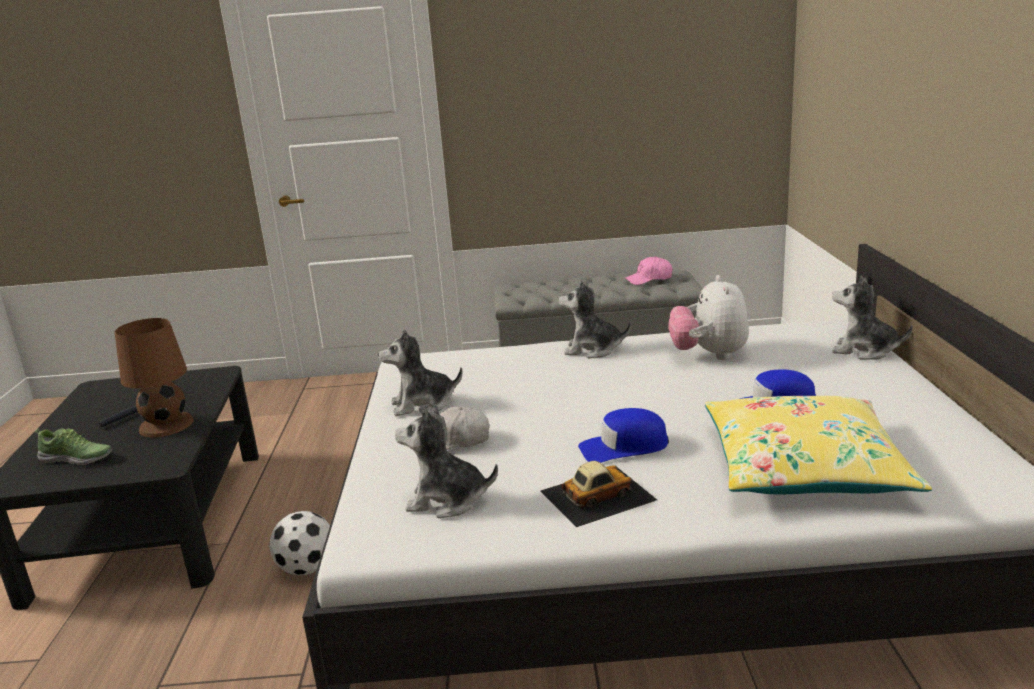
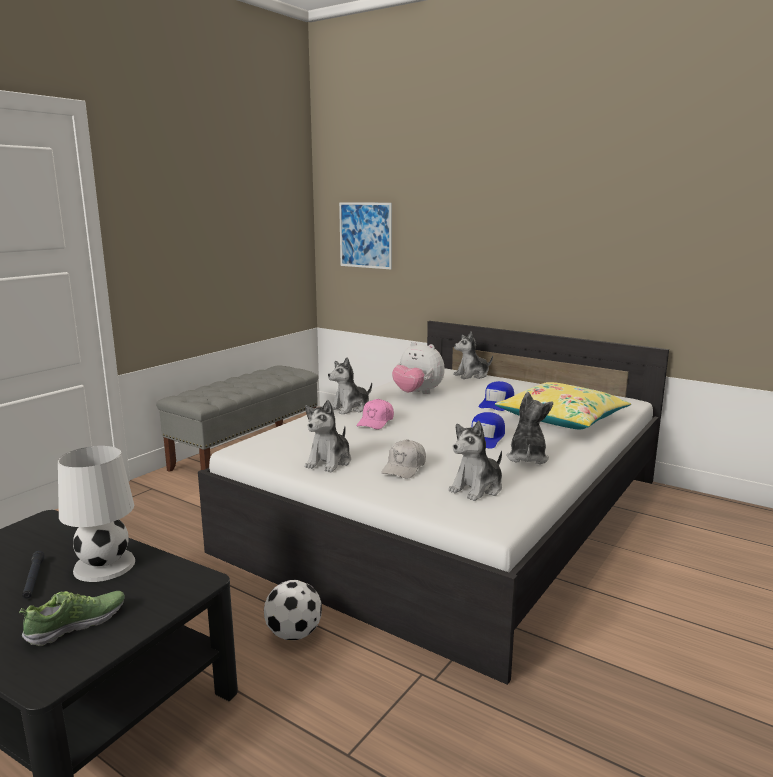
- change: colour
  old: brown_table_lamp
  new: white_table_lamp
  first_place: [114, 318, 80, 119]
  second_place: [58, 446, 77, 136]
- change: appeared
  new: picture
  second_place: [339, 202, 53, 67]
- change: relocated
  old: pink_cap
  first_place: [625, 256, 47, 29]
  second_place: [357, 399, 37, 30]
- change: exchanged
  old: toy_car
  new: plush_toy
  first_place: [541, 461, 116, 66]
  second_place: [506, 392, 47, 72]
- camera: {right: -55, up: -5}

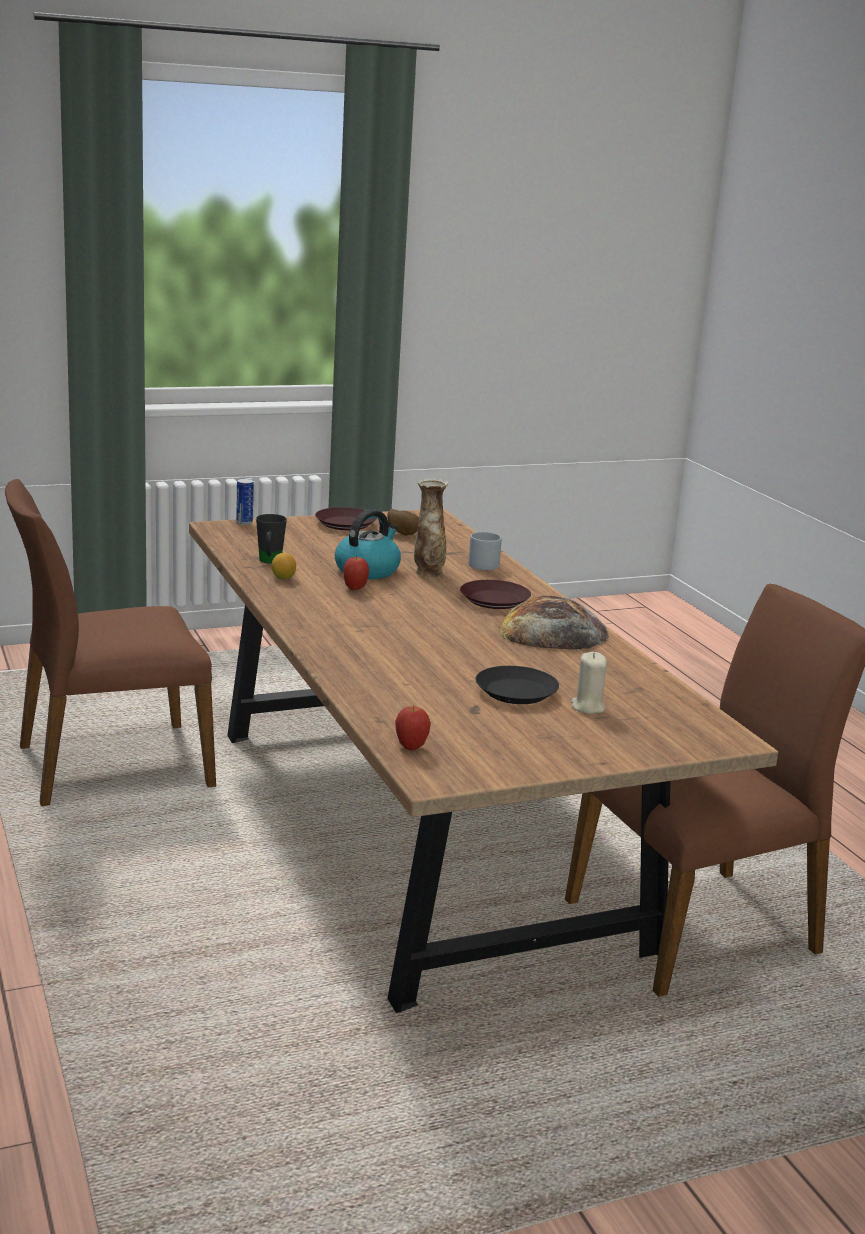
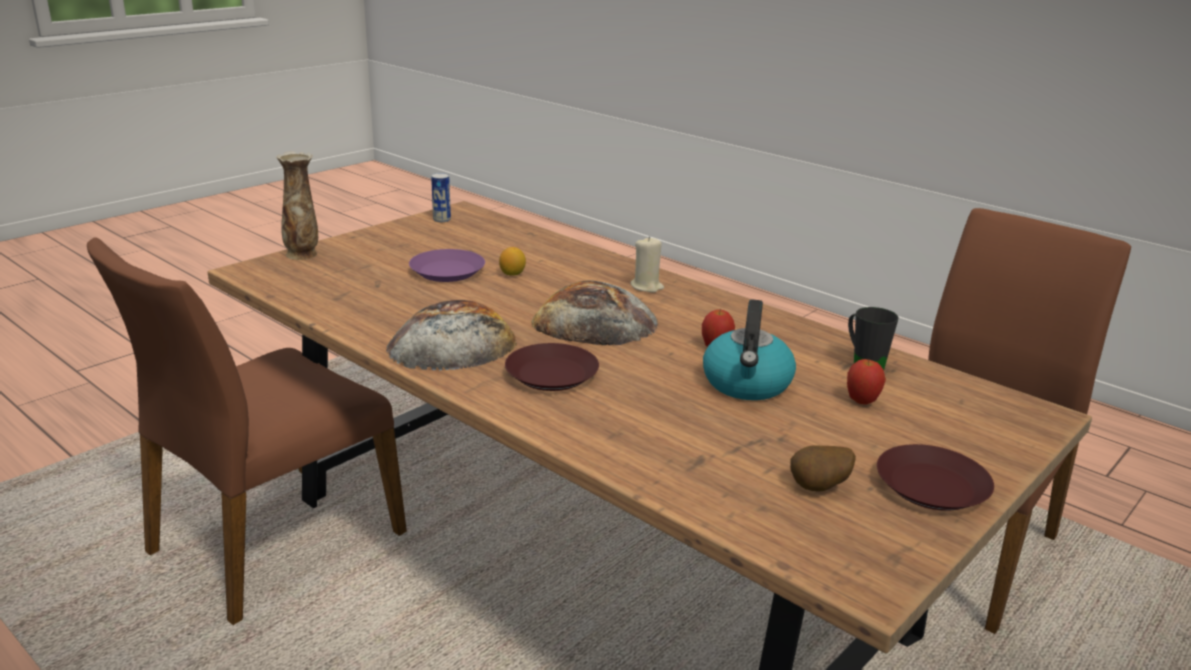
- change: relocated
  old: vase
  first_place: [414, 478, 35, 99]
  second_place: [276, 151, 42, 109]
- change: colour
  old: black_plate
  new: purple_plate
  first_place: [476, 666, 83, 38]
  second_place: [409, 249, 76, 33]
- change: relocated
  old: can
  first_place: [236, 478, 18, 47]
  second_place: [431, 173, 20, 49]
- change: relocated
  old: lemon
  first_place: [272, 553, 24, 27]
  second_place: [499, 247, 27, 28]
- change: appeared
  new: bread
  second_place: [531, 280, 127, 65]
- change: relocated
  old: beige_candle
  first_place: [571, 652, 36, 62]
  second_place: [631, 236, 33, 57]
- change: relocated
  old: apple
  first_place: [395, 706, 36, 44]
  second_place: [847, 359, 39, 46]
- change: missing
  old: grey_mug
  first_place: [468, 532, 34, 38]
- camera: {right: 155, up: 5}

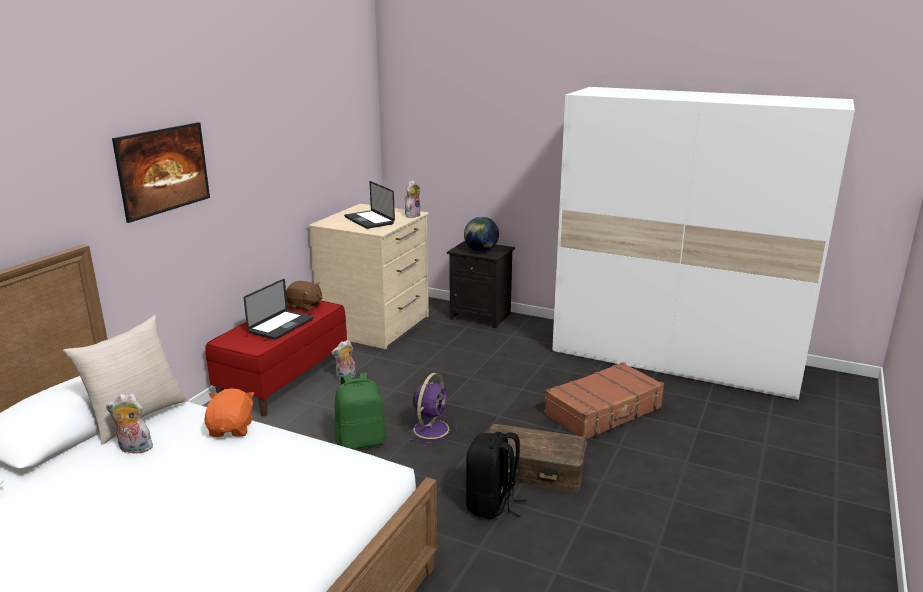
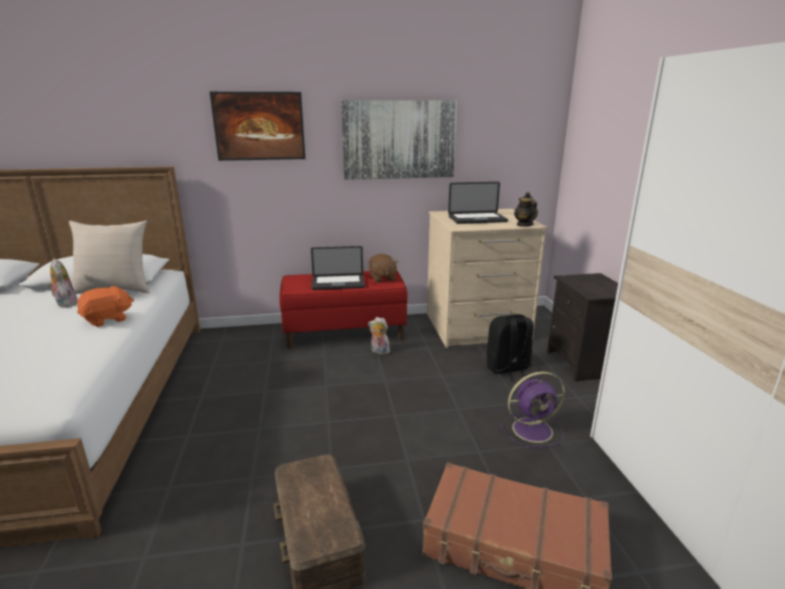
- change: appeared
  new: picture
  second_place: [341, 100, 116, 80]
- change: spun
  old: laptop
  first_place: [344, 181, 51, 48]
  second_place: [448, 182, 60, 42]
  degrees: -120
- change: relocated
  old: black_backpack
  first_place: [466, 432, 61, 87]
  second_place: [487, 314, 47, 68]
- change: relocated
  old: purple_fan
  first_place: [407, 373, 51, 70]
  second_place: [500, 371, 65, 78]
- change: exchanged
  old: plush_toy
  new: teapot
  first_place: [405, 180, 15, 38]
  second_place: [514, 192, 24, 35]
- change: missing
  old: green_backpack
  first_place: [334, 373, 53, 76]
- change: missing
  old: globe
  first_place: [464, 217, 35, 35]
- camera: {right: 55, up: 0}

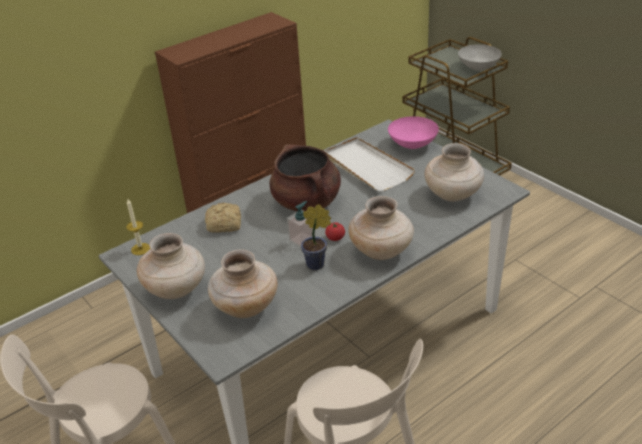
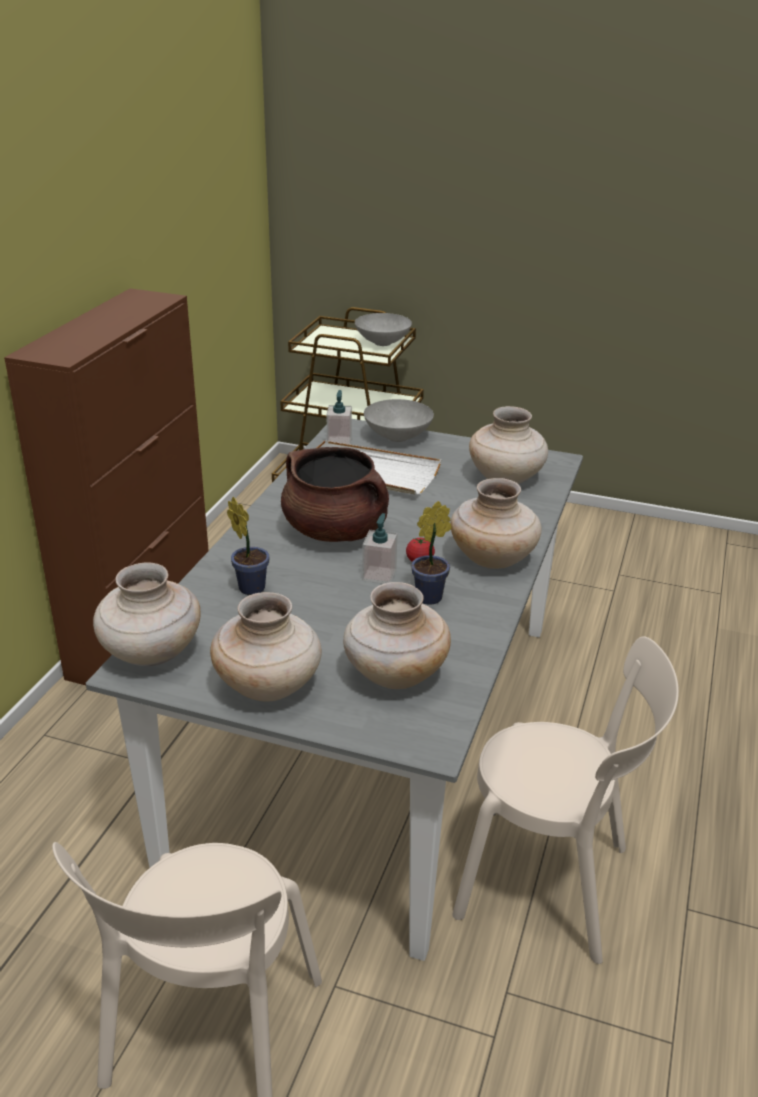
- change: exchanged
  old: candle
  new: beige_vase
  first_place: [126, 199, 24, 56]
  second_place: [93, 562, 107, 104]
- change: exchanged
  old: bread
  new: potted_plant
  first_place: [205, 203, 36, 30]
  second_place: [227, 497, 43, 98]
- change: appeared
  new: soap_dispenser
  second_place: [327, 390, 25, 55]
- change: colour
  old: pink_bowl
  new: grey_bowl
  first_place: [388, 116, 51, 33]
  second_place: [364, 399, 70, 43]
- camera: {right: -35, up: -5}

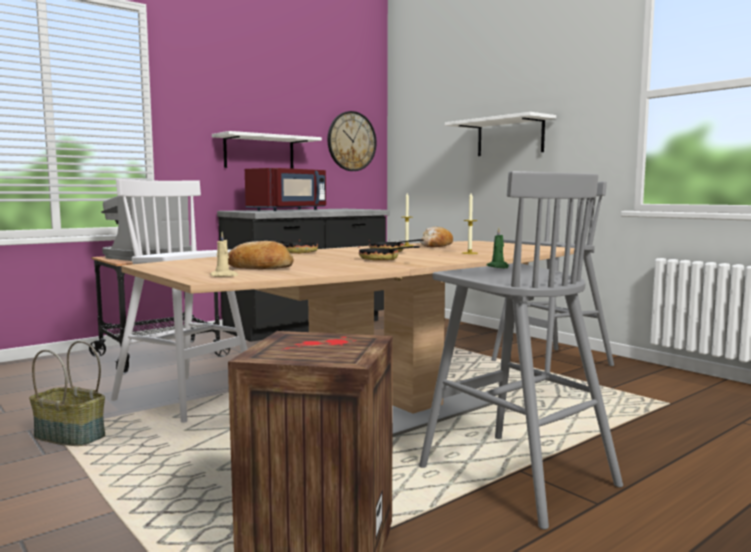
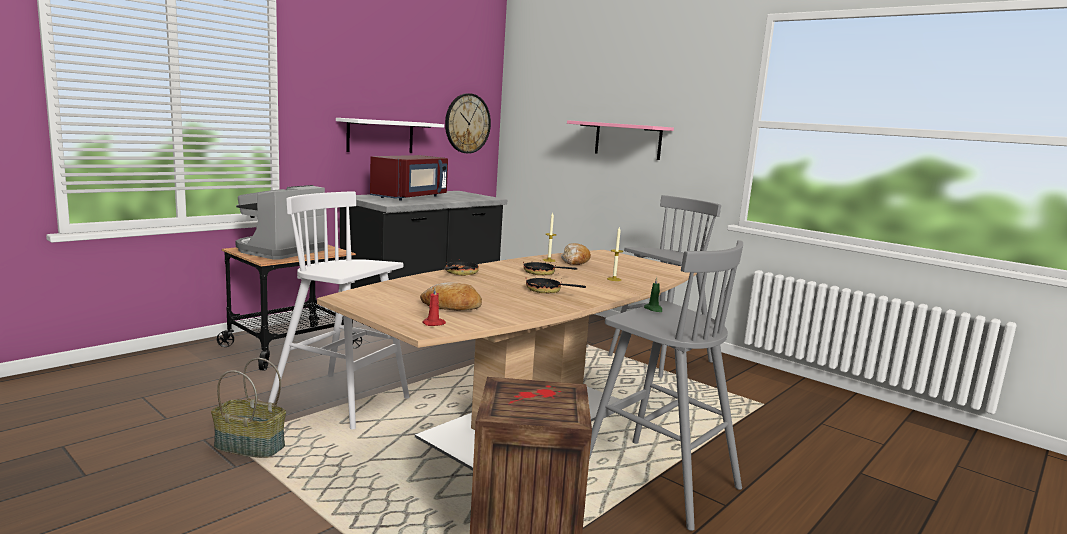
- change: colour
  old: beige_candle
  new: red_candle
  first_place: [210, 232, 28, 45]
  second_place: [422, 287, 24, 39]
- change: colour
  old: white_shelf
  new: pink_shelf
  first_place: [445, 112, 111, 44]
  second_place: [567, 120, 107, 40]
- camera: {right: -10, up: 5}

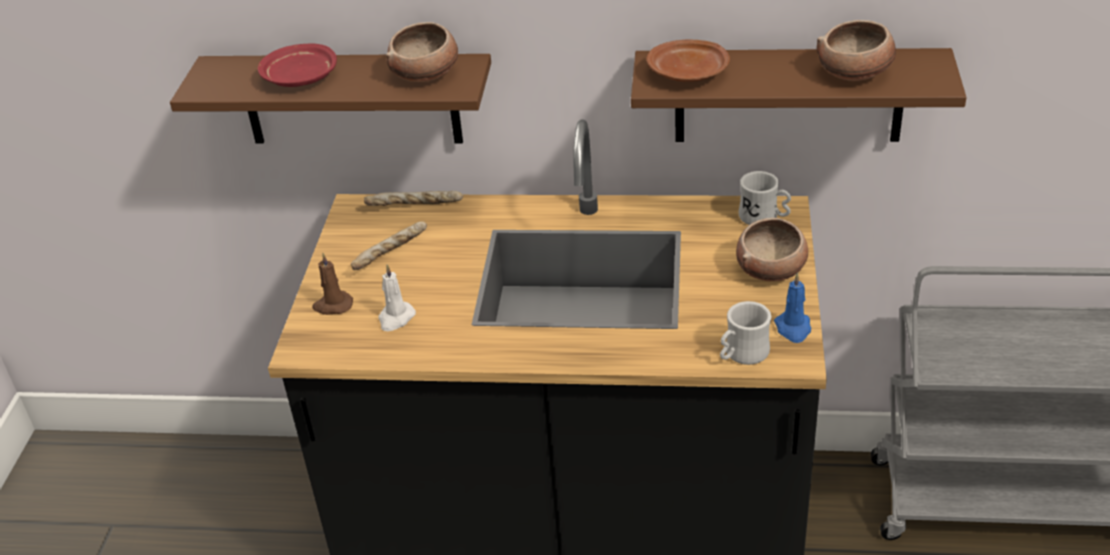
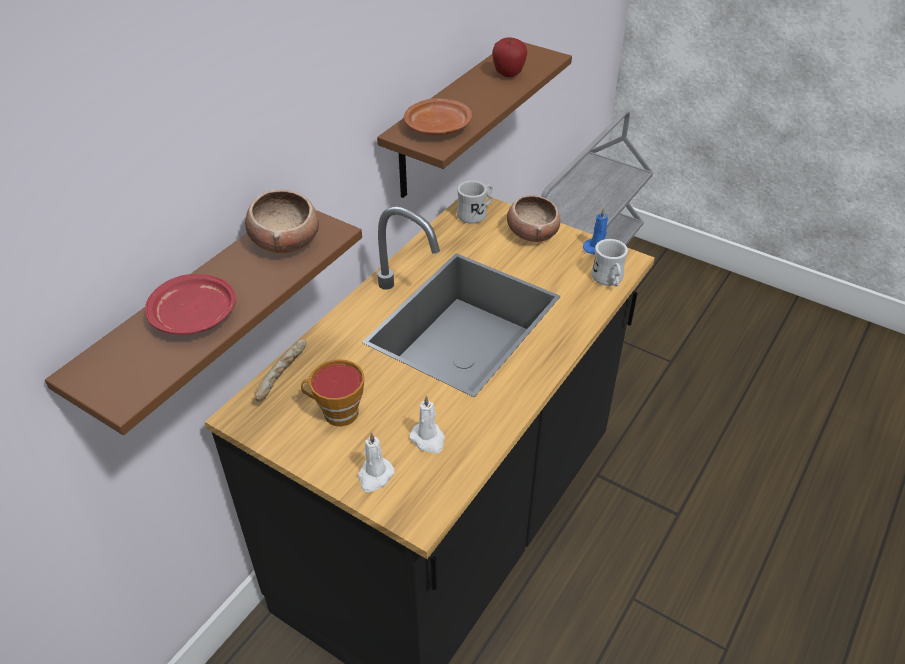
- change: exchanged
  old: bread
  new: cup
  first_place: [351, 221, 76, 49]
  second_place: [301, 359, 63, 67]
- change: colour
  old: brown_candle
  new: white_candle
  first_place: [312, 253, 41, 62]
  second_place: [358, 432, 37, 60]
- change: exchanged
  old: bowl
  new: apple
  first_place: [817, 20, 79, 61]
  second_place: [492, 37, 35, 40]
- camera: {right: -65, up: 5}

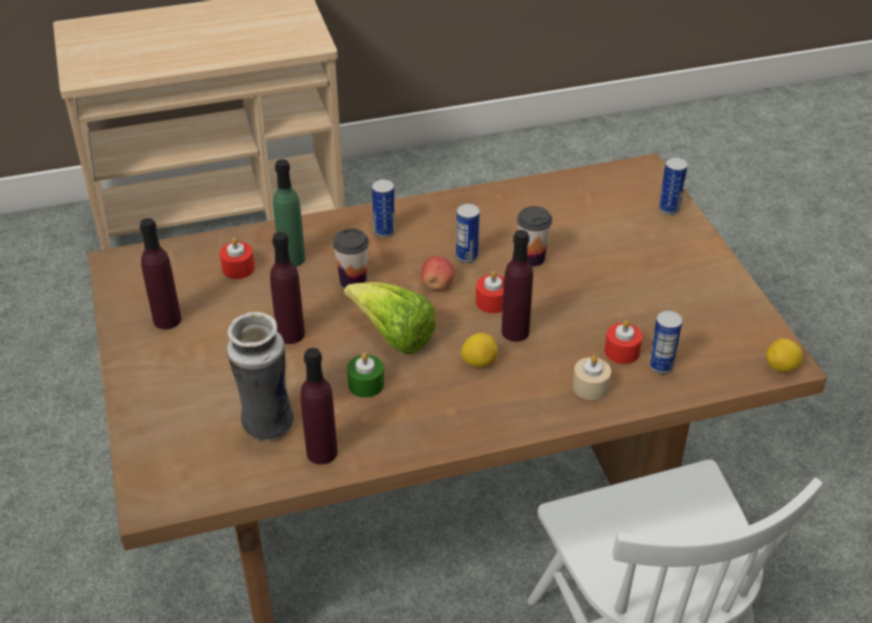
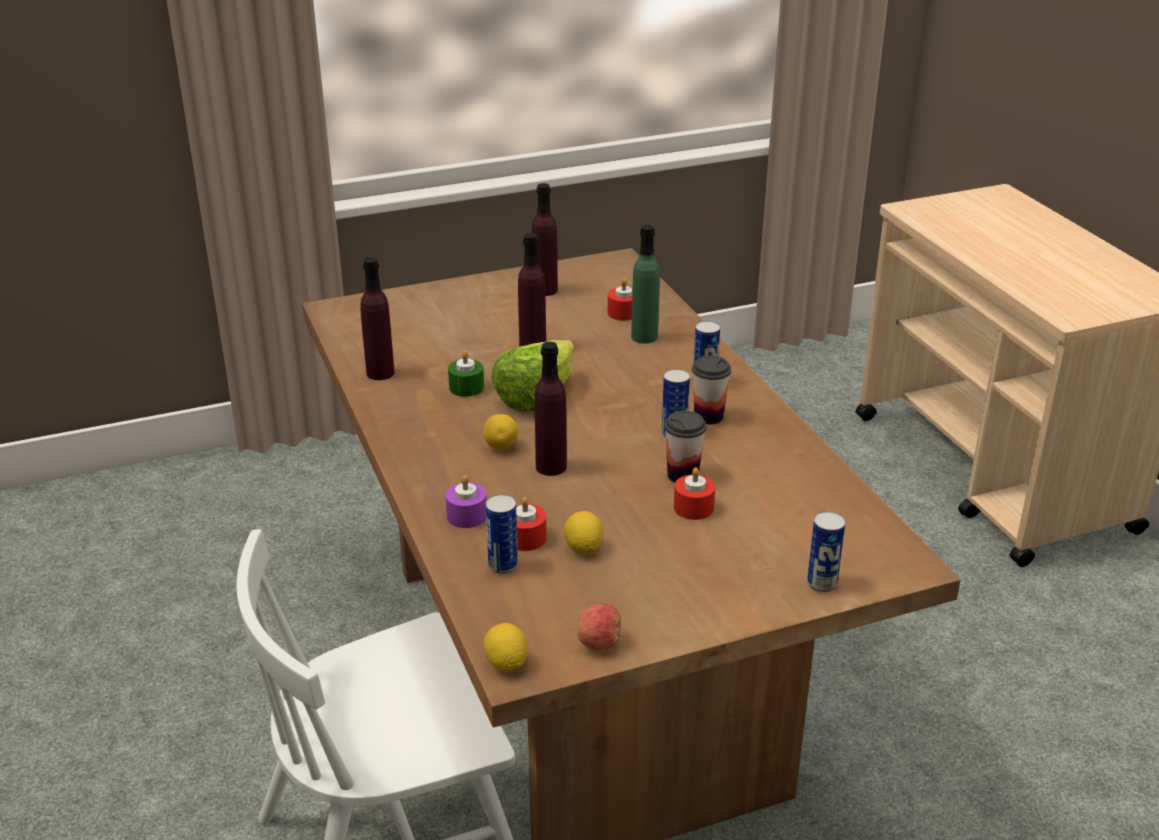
- change: colour
  old: beige_candle
  new: purple_candle
  first_place: [573, 355, 38, 45]
  second_place: [445, 475, 42, 53]
- change: appeared
  new: lemon
  second_place: [564, 511, 39, 43]
- change: relocated
  old: apple
  first_place: [421, 256, 34, 34]
  second_place: [578, 603, 43, 47]
- change: relocated
  old: red_candle
  first_place: [476, 271, 28, 42]
  second_place: [674, 467, 41, 53]
- change: relocated
  old: cup
  first_place: [333, 228, 36, 60]
  second_place: [692, 355, 39, 69]
- change: missing
  old: vase
  first_place: [227, 312, 67, 129]
- camera: {right: 85, up: -10}

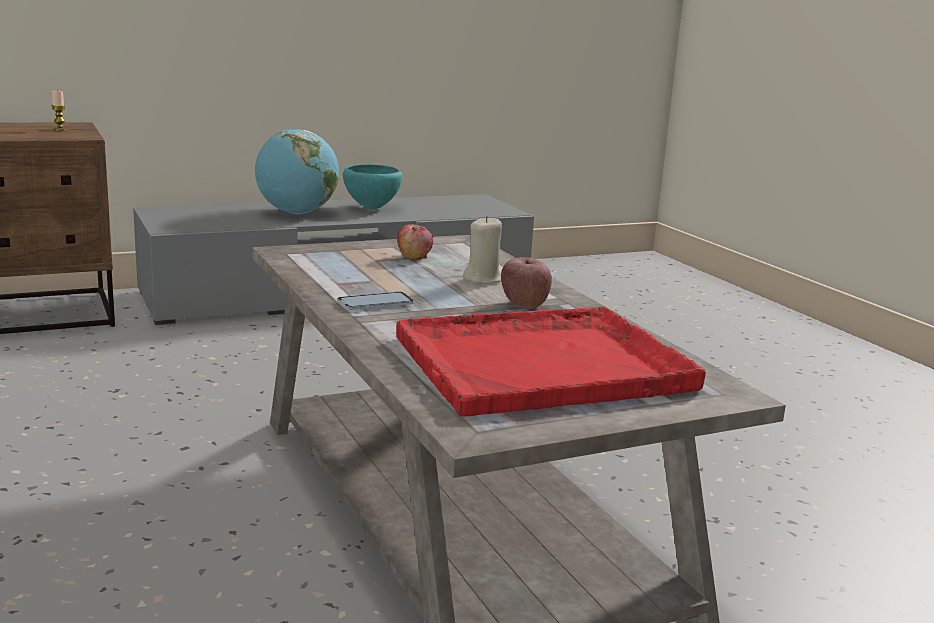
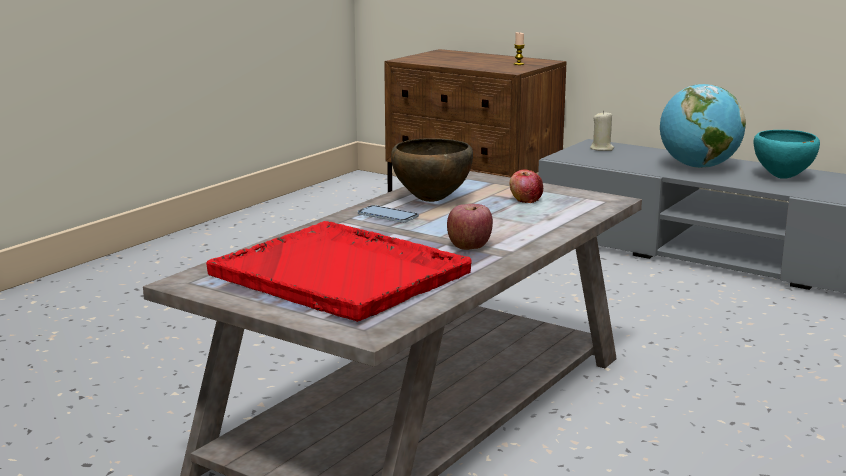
- change: appeared
  new: brown_bowl
  second_place: [391, 138, 82, 64]
- change: relocated
  old: beige_candle
  first_place: [463, 216, 39, 68]
  second_place: [590, 111, 24, 40]
- camera: {right: 60, up: 0}

